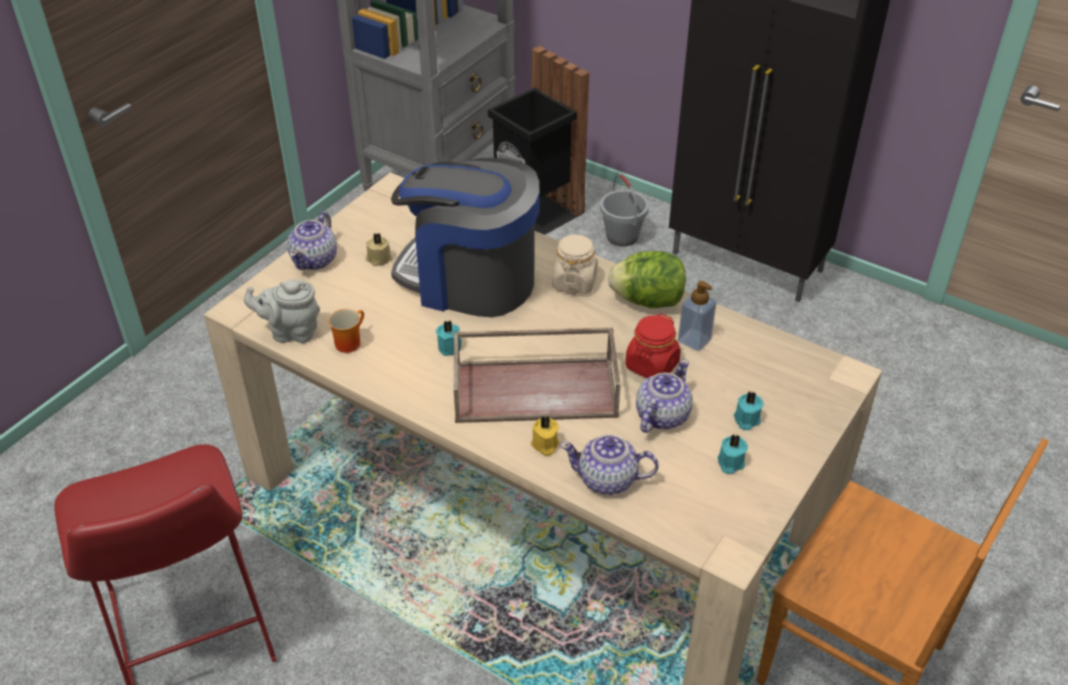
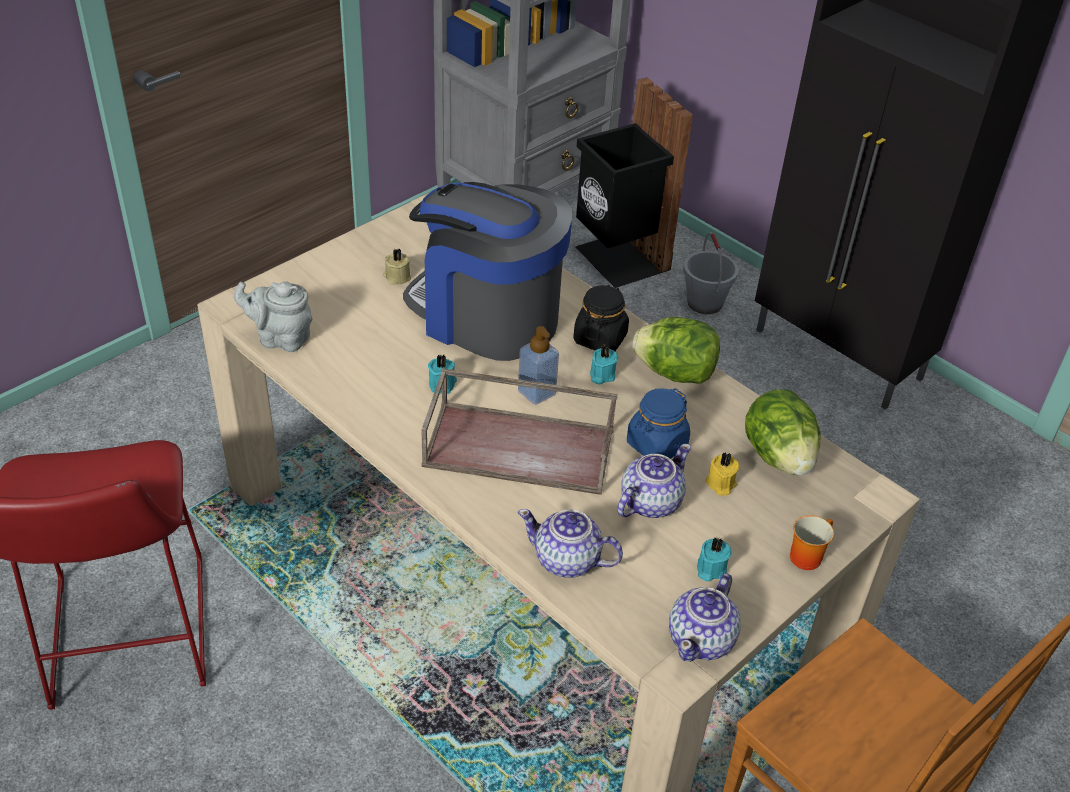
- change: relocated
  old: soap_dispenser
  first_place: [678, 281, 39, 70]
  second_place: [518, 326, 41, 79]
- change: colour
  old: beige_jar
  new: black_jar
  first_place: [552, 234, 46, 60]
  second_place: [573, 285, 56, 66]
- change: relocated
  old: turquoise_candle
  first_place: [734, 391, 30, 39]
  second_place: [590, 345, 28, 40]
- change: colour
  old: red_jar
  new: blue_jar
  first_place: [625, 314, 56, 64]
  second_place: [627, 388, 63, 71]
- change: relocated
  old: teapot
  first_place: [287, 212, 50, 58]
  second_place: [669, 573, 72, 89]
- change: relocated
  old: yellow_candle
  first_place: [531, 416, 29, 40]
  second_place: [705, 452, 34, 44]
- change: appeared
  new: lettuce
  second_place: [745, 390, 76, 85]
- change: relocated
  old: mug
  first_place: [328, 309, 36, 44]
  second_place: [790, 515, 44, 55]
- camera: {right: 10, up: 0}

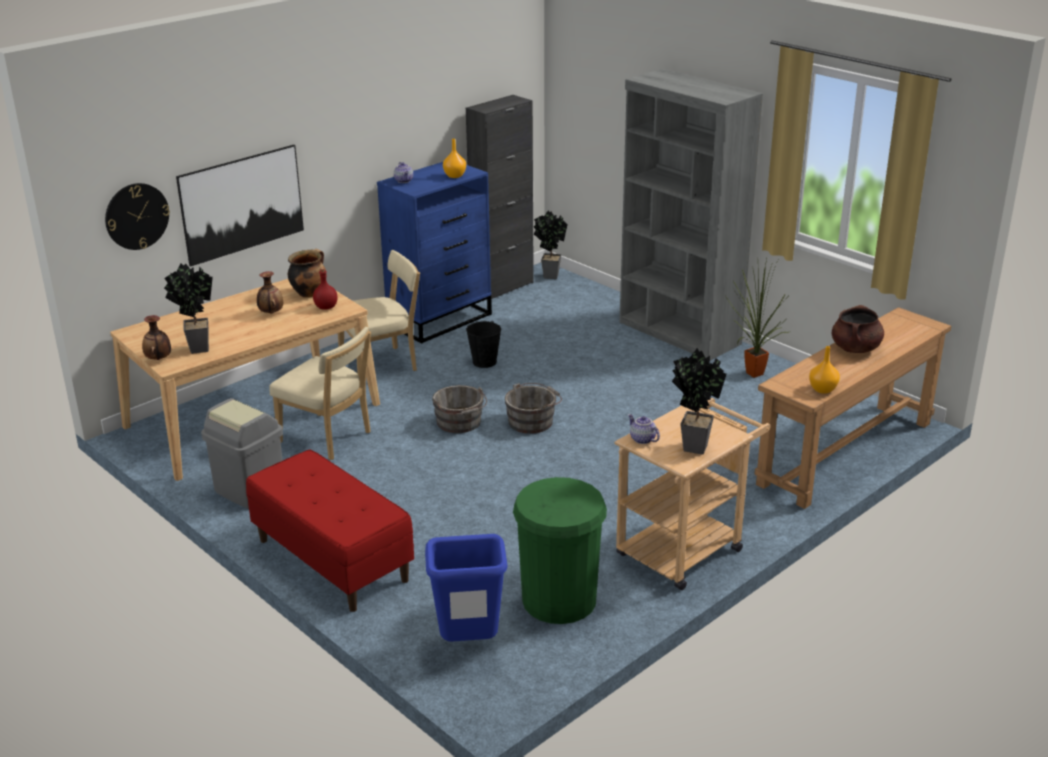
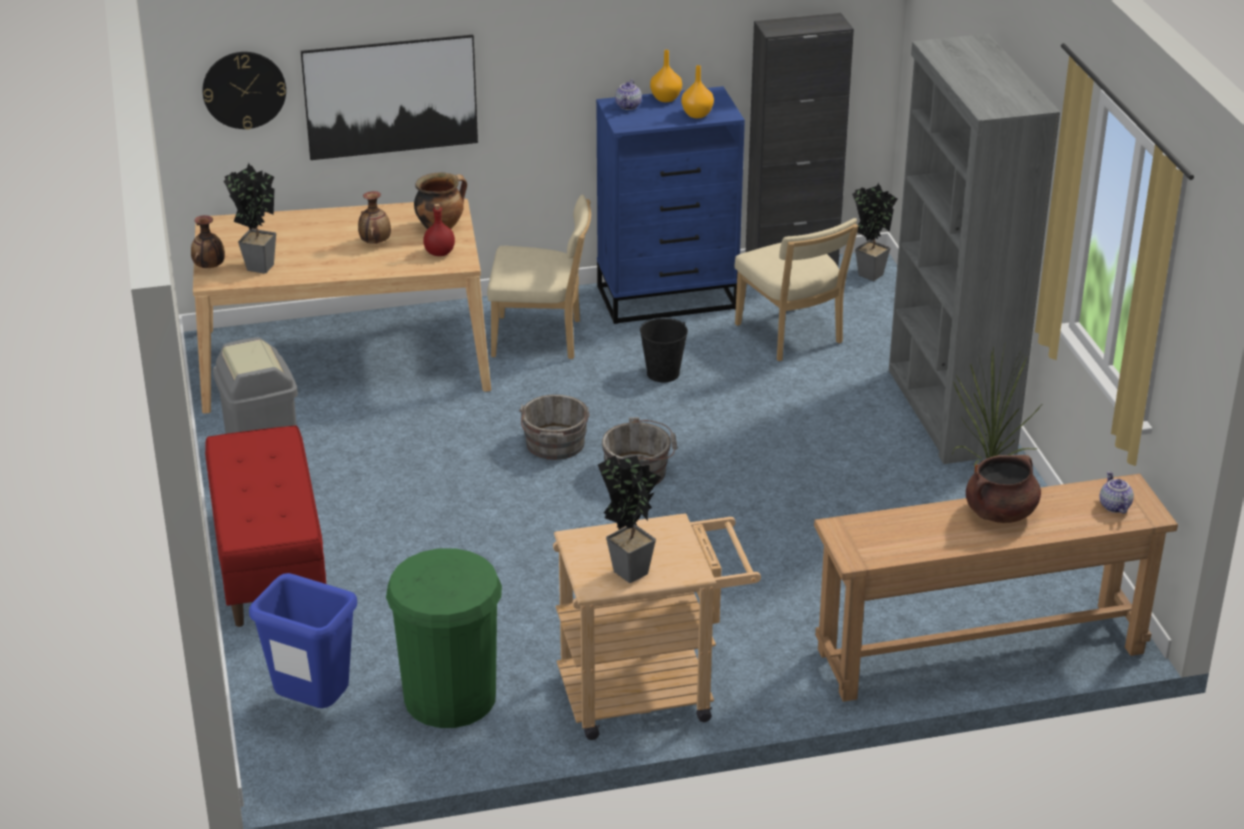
- change: relocated
  old: orange_vase
  first_place: [809, 346, 31, 48]
  second_place: [650, 50, 32, 52]
- change: relocated
  old: beige_chair
  first_place: [269, 327, 102, 133]
  second_place: [734, 218, 124, 143]
- change: relocated
  old: teapot
  first_place: [628, 414, 32, 30]
  second_place: [1100, 471, 34, 43]
- camera: {right: 30, up: 5}

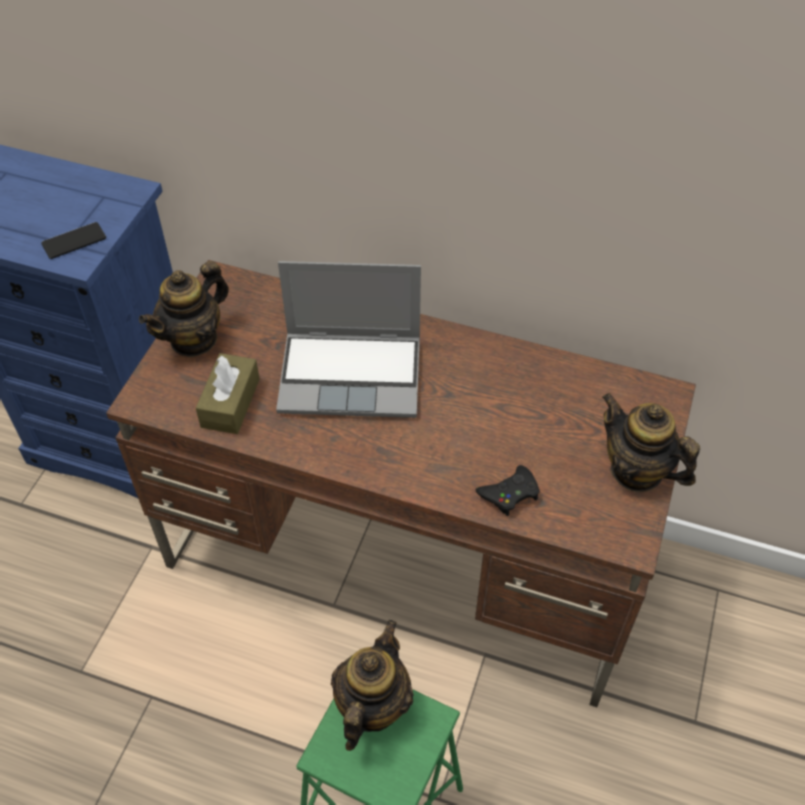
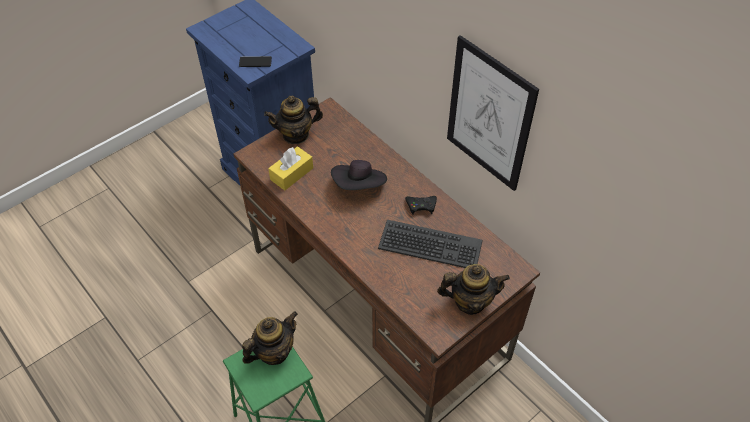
- change: colour
  old: brown_tissue_box
  new: yellow_tissue_box
  first_place: [196, 353, 64, 81]
  second_place: [268, 146, 45, 45]
- change: exchanged
  old: laptop
  new: black_hat
  first_place: [276, 261, 145, 157]
  second_place: [331, 160, 56, 30]
- change: appeared
  new: keyboard
  second_place: [378, 220, 105, 48]
- change: relocated
  old: black_game_controller
  first_place: [475, 465, 65, 51]
  second_place: [405, 196, 32, 19]
- change: spun
  old: teapot
  first_place: [602, 393, 98, 99]
  second_place: [437, 264, 73, 51]
  degrees: 105
- change: appeared
  new: picture
  second_place: [447, 35, 92, 156]
- camera: {right: 30, up: 0}

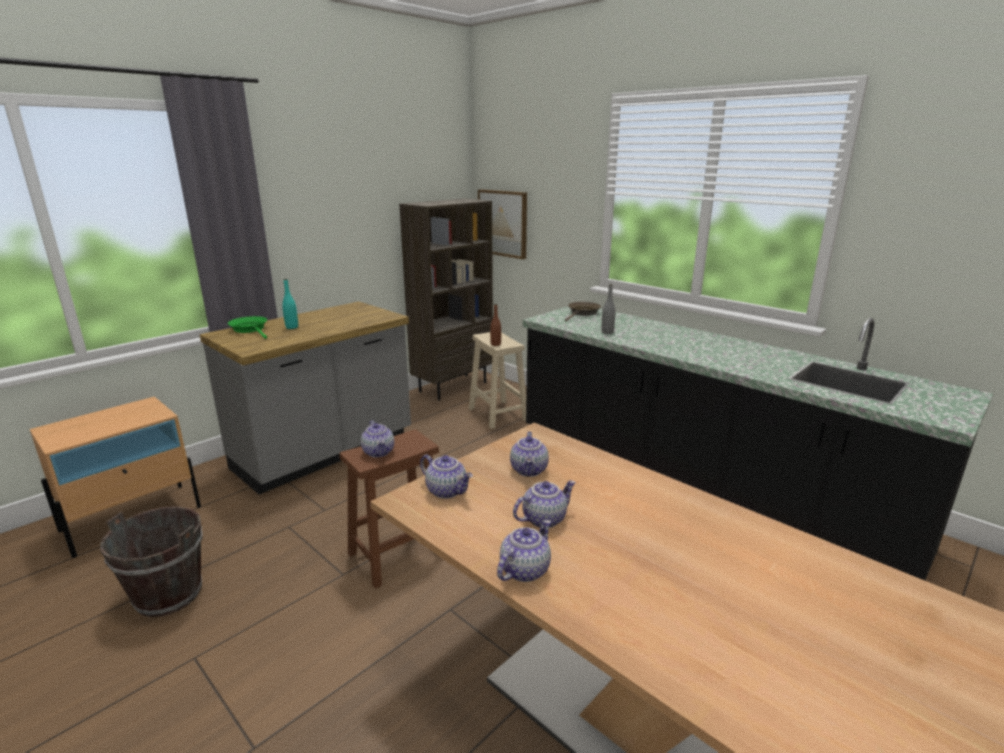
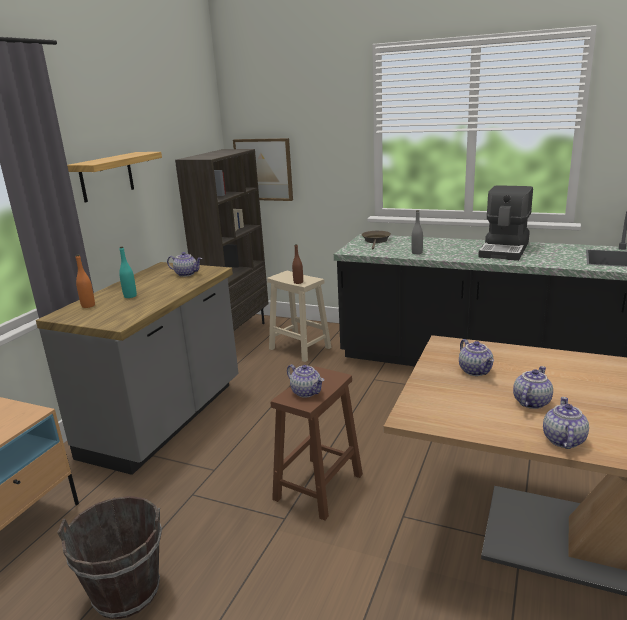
- change: appeared
  new: shelf
  second_place: [67, 152, 95, 50]
- change: exchanged
  old: green_frying_pan
  new: orange_bottle
  first_place: [228, 316, 39, 23]
  second_place: [76, 254, 19, 54]
- change: relocated
  old: teapot
  first_place: [420, 455, 53, 44]
  second_place: [167, 252, 35, 25]
- change: appeared
  new: coffee_machine
  second_place: [478, 185, 55, 76]
- camera: {right: -20, up: 0}

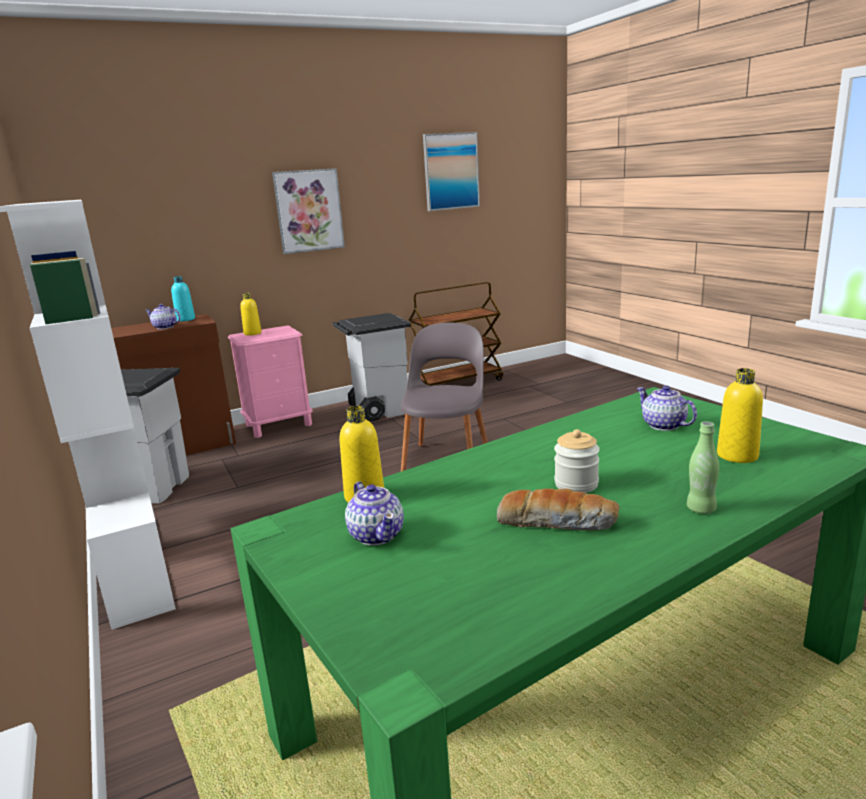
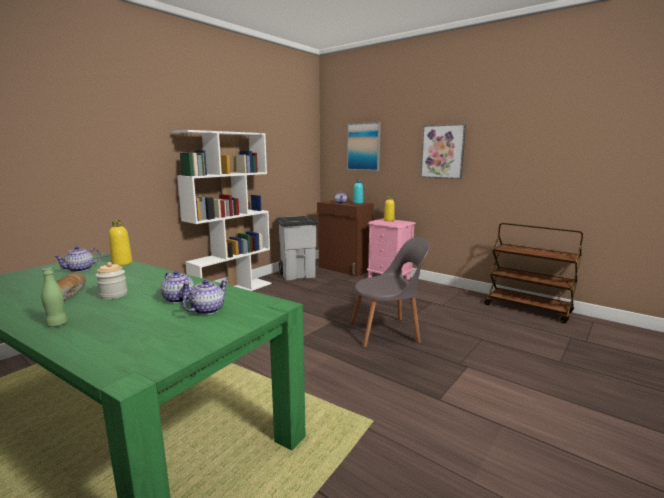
- change: appeared
  new: teapot
  second_place: [161, 270, 33, 33]
- change: relocated
  old: picture
  first_place: [423, 132, 57, 79]
  second_place: [347, 122, 34, 49]
- change: missing
  old: grey_trash_can
  first_place: [332, 313, 79, 109]
- change: missing
  old: yellow_bottle
  first_place: [717, 368, 46, 95]
- camera: {right: 65, up: -5}

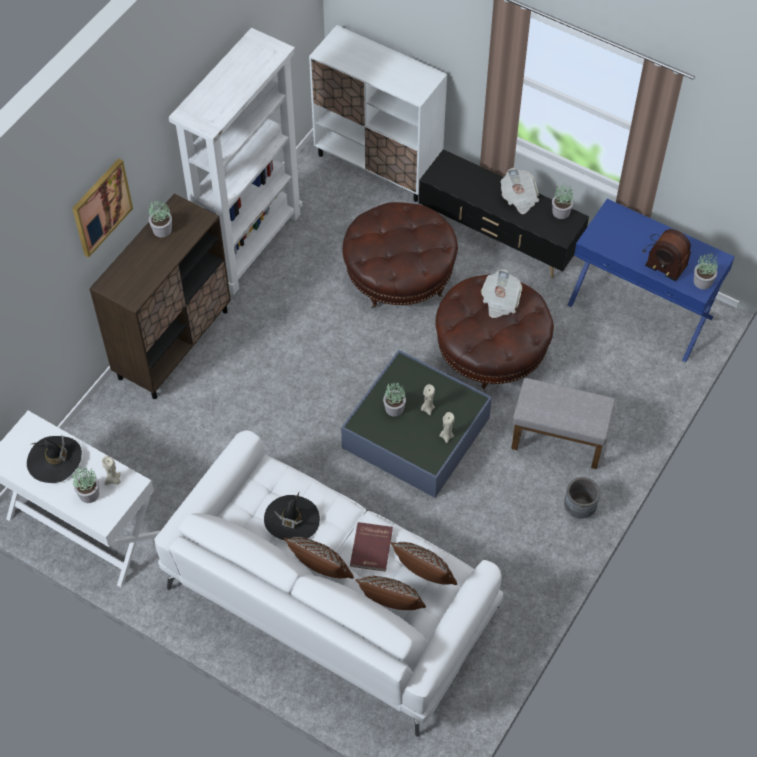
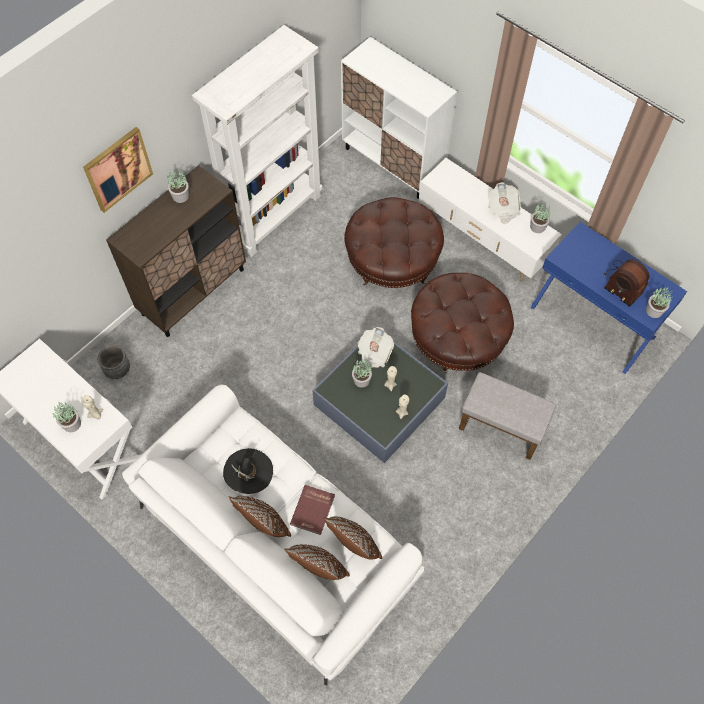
- change: relocated
  old: grey_planter
  first_place: [564, 477, 36, 41]
  second_place: [98, 345, 32, 34]
- change: relocated
  old: newspaper
  first_place: [481, 270, 41, 48]
  second_place: [357, 327, 37, 41]
- change: colour
  old: black_tv_stand
  new: white_tv_stand
  first_place: [419, 149, 170, 129]
  second_place: [419, 158, 143, 124]
- change: missing
  old: black_hat
  first_place: [27, 435, 55, 48]
- camera: {right: 10, up: 5}

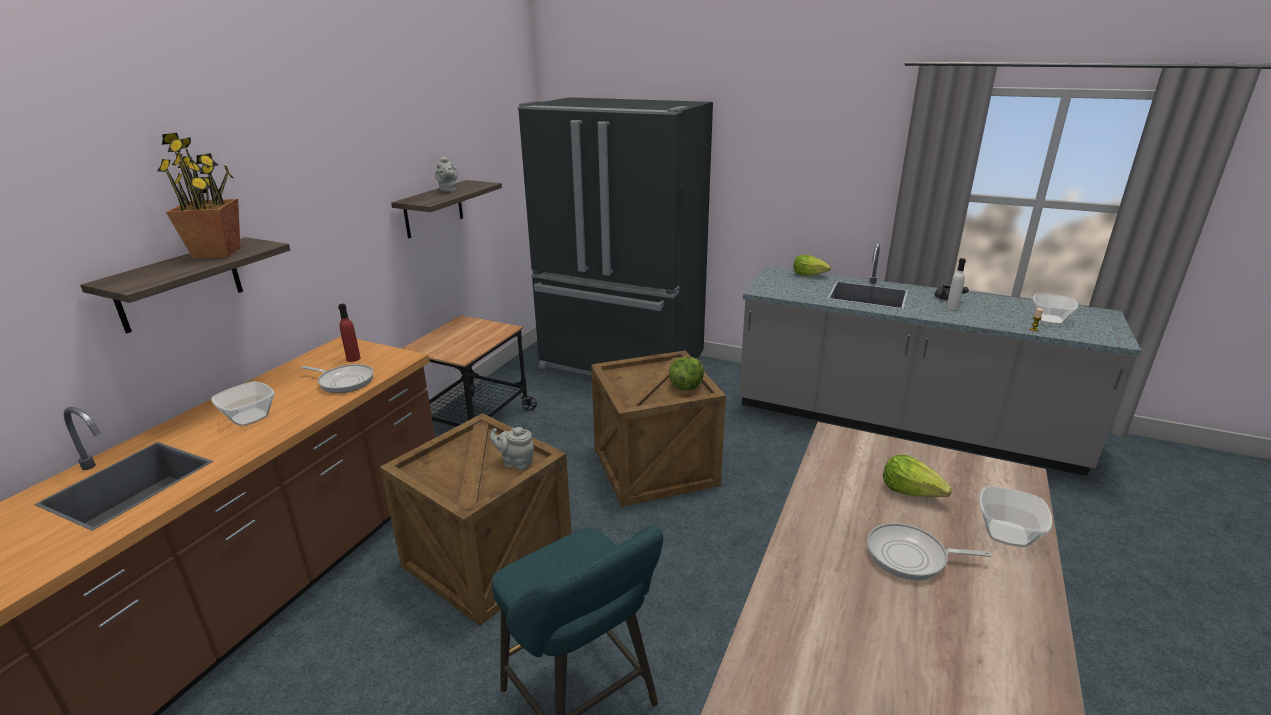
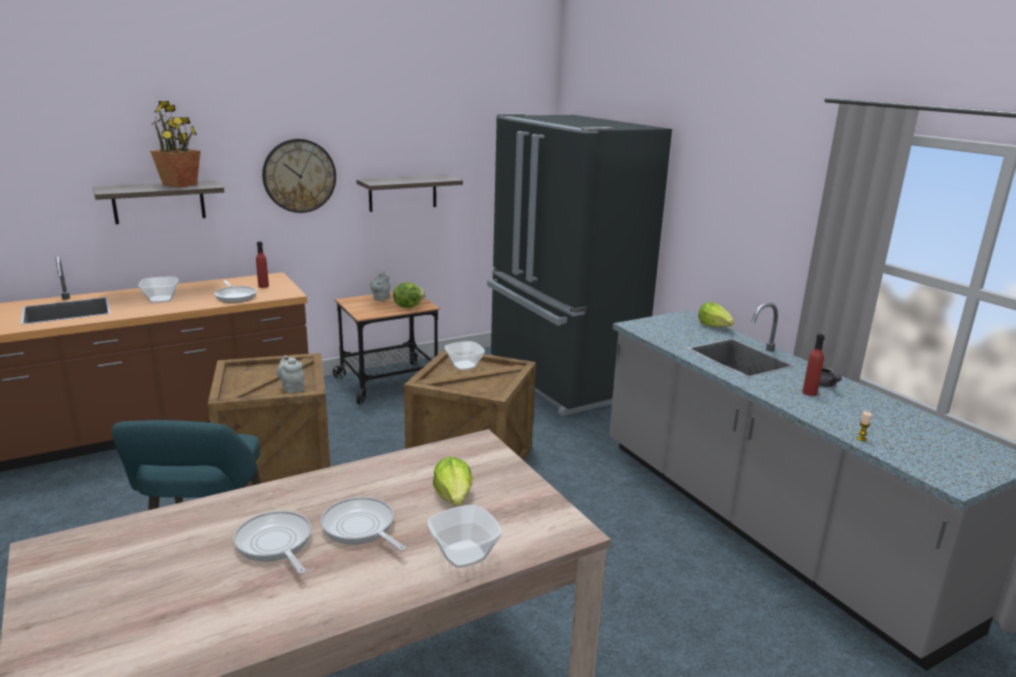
- change: appeared
  new: frying_pan
  second_place: [234, 511, 77, 63]
- change: appeared
  new: wall_clock
  second_place: [262, 139, 74, 74]
- change: relocated
  old: grey_teapot
  first_place: [435, 157, 23, 35]
  second_place: [370, 272, 20, 29]
- change: relocated
  old: lettuce
  first_place: [669, 357, 35, 33]
  second_place: [393, 282, 33, 26]
- change: relocated
  old: bowl
  first_place: [1033, 293, 45, 31]
  second_place: [445, 341, 40, 29]
- change: colour
  old: white_bottle
  new: red_bottle
  first_place: [946, 258, 20, 52]
  second_place: [802, 334, 23, 62]
- camera: {right: 35, up: -5}

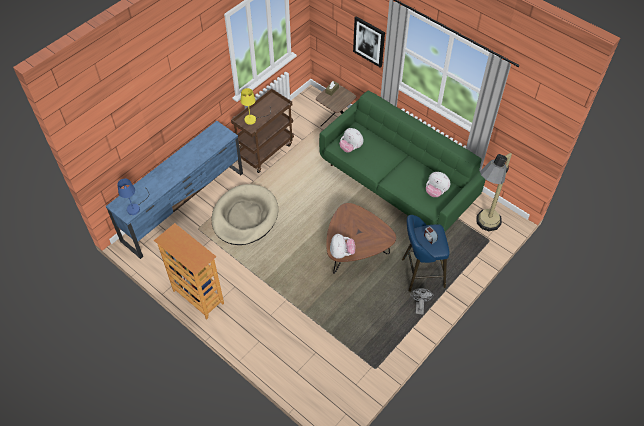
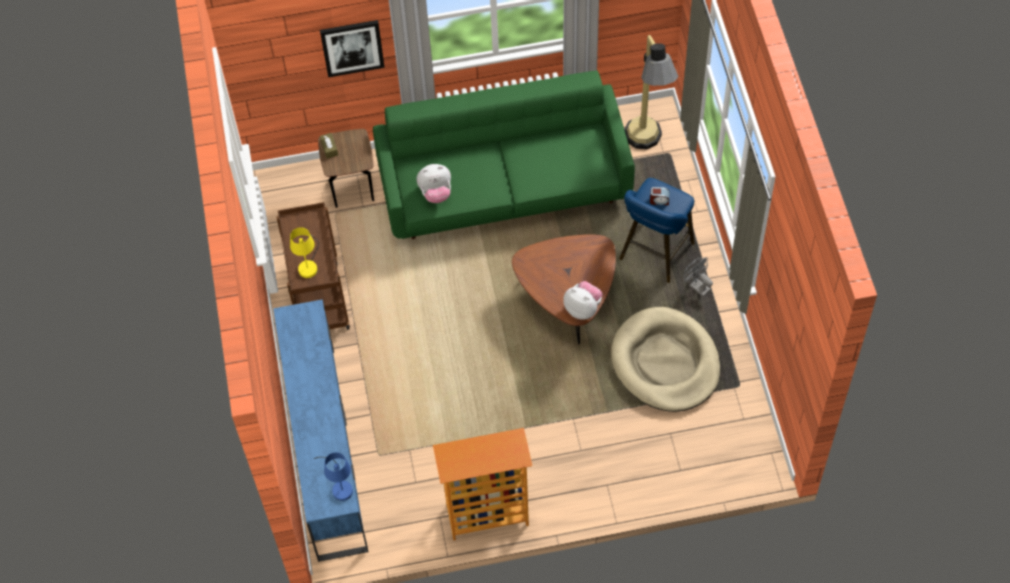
- change: relocated
  old: beige_dog_bed
  first_place: [212, 184, 66, 61]
  second_place: [611, 307, 109, 105]
- change: missing
  old: plush_toy
  first_place: [426, 172, 25, 25]
- camera: {right: -50, up: 5}

